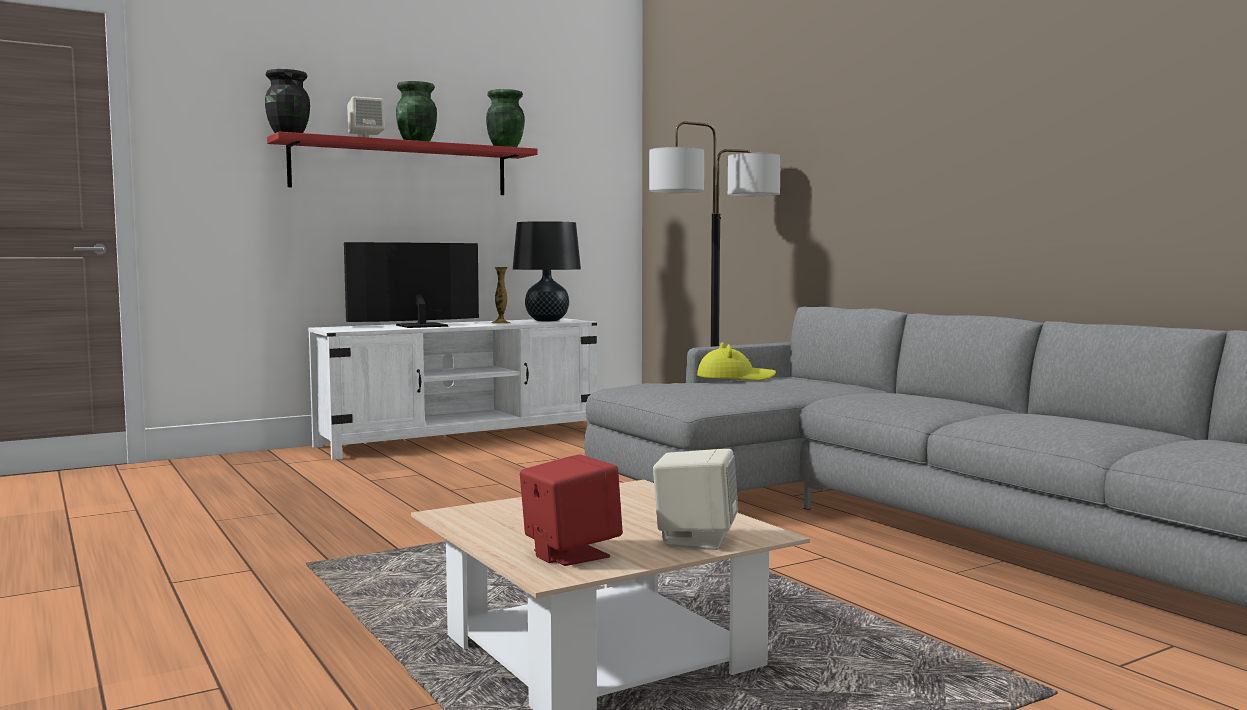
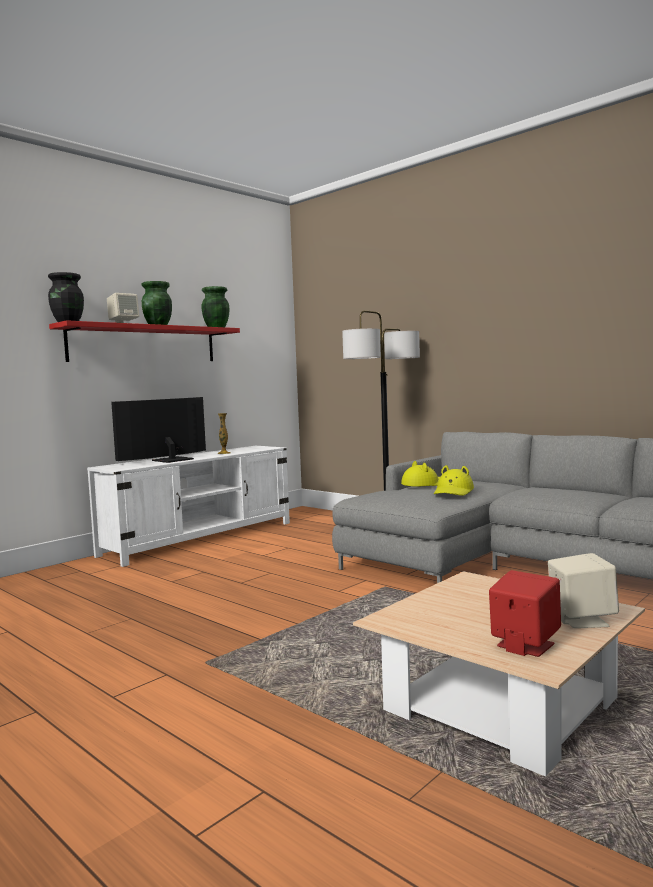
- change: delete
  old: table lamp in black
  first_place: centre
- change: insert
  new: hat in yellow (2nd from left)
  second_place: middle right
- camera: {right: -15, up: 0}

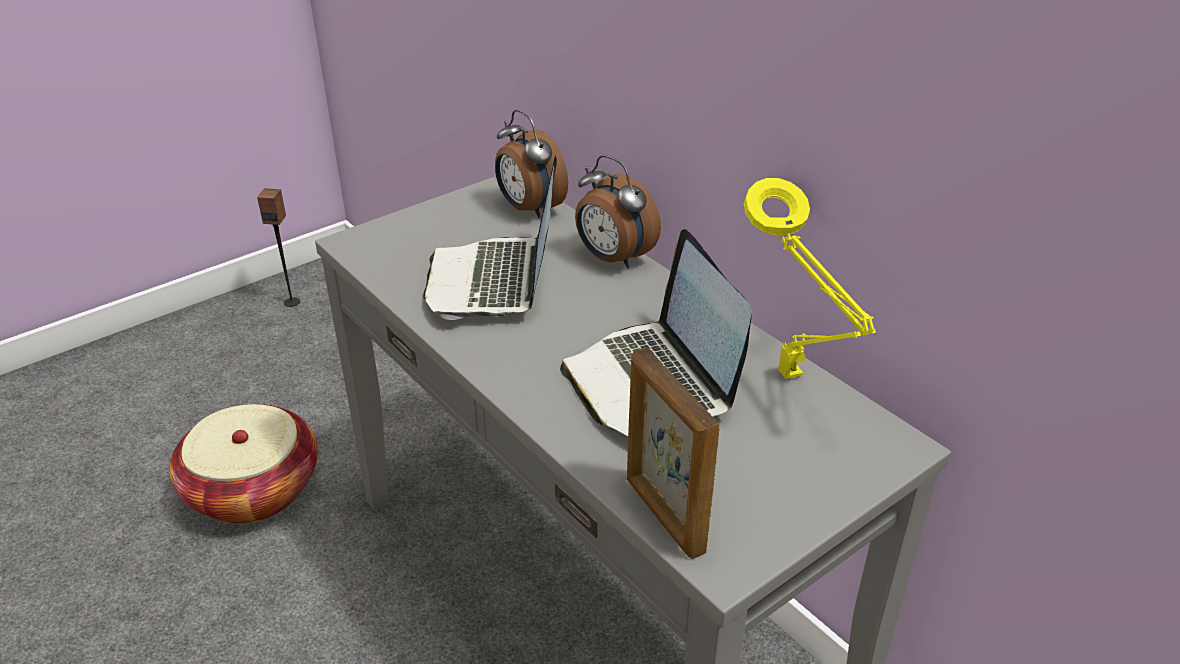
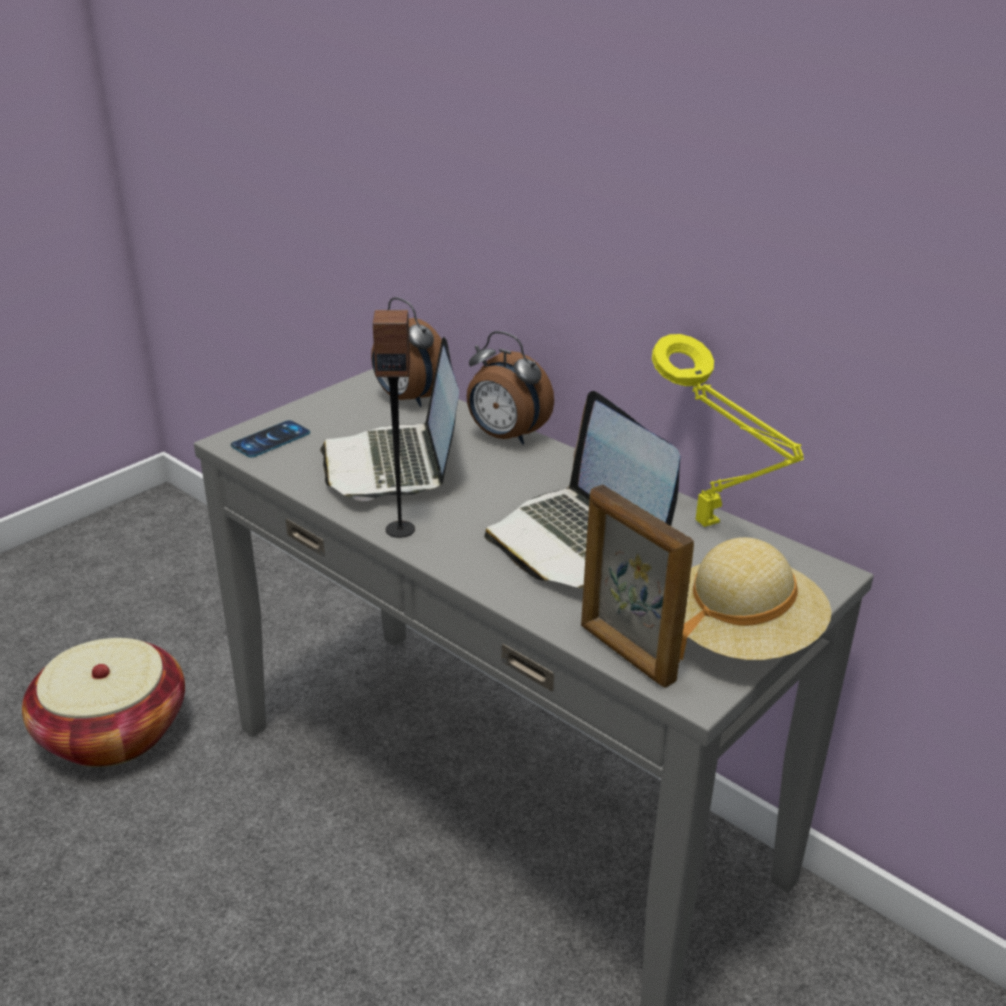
- change: move
  old: speaker
  first_place: middle left
  second_place: centre
- change: insert
  new: phone
  second_place: middle left
- change: insert
  new: hat in beige
  second_place: middle right
- camera: {right: -10, up: -5}

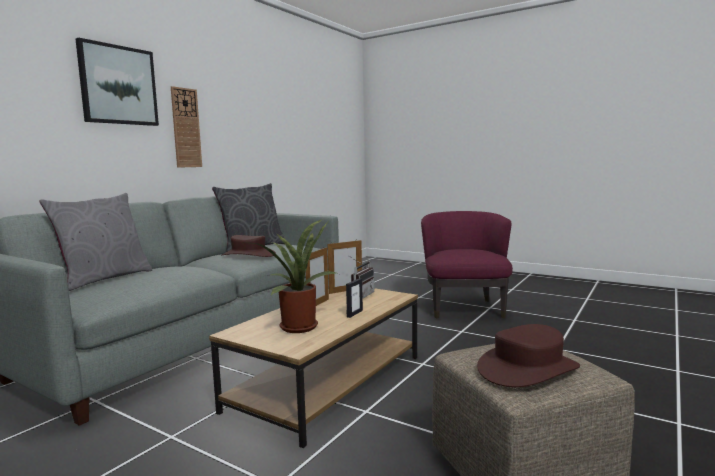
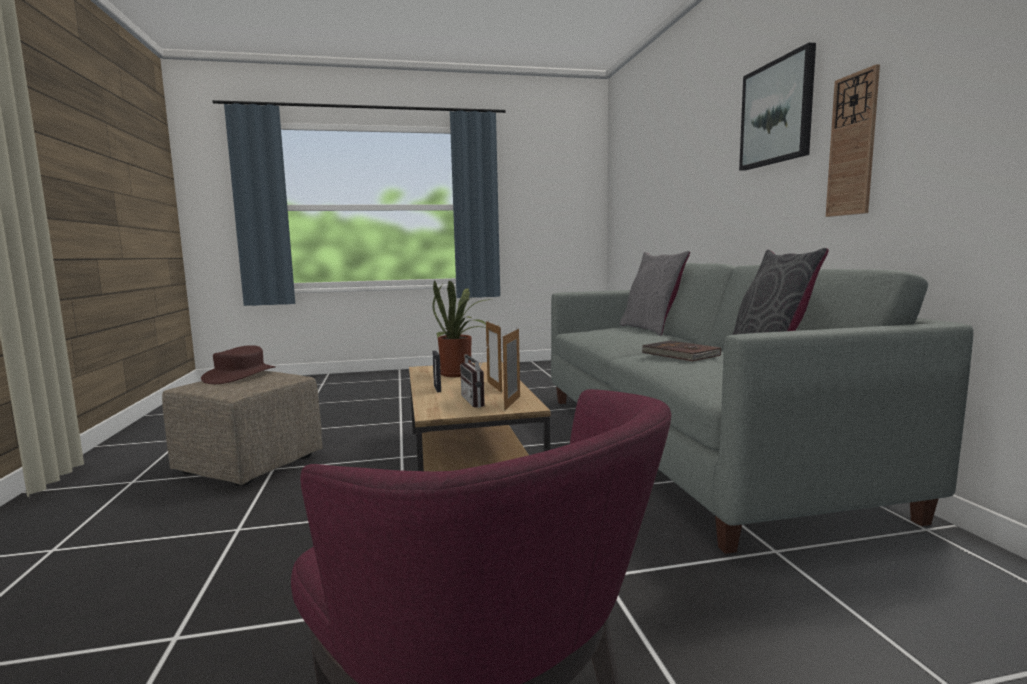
- change: replace
  old: hat in brown (1st from left)
  new: book in brown
  first_place: centre
  second_place: centre
- camera: {right: 135, up: 0}

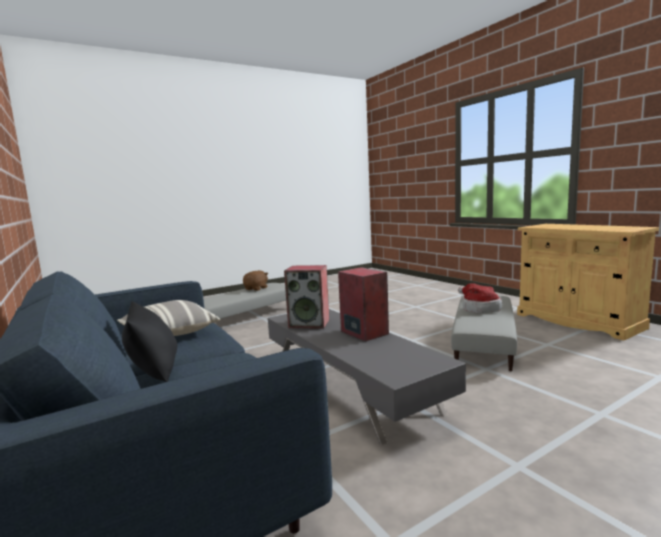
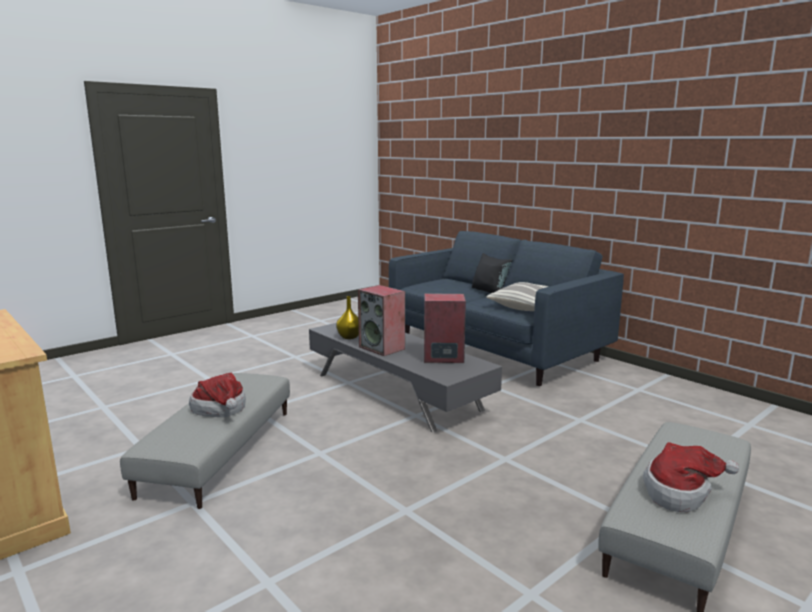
- change: replace
  old: plush toy in brown
  new: hat (2nd from left)
  first_place: centre
  second_place: bottom right
- change: insert
  new: vase in yellow
  second_place: centre
- camera: {right: 170, up: 5}

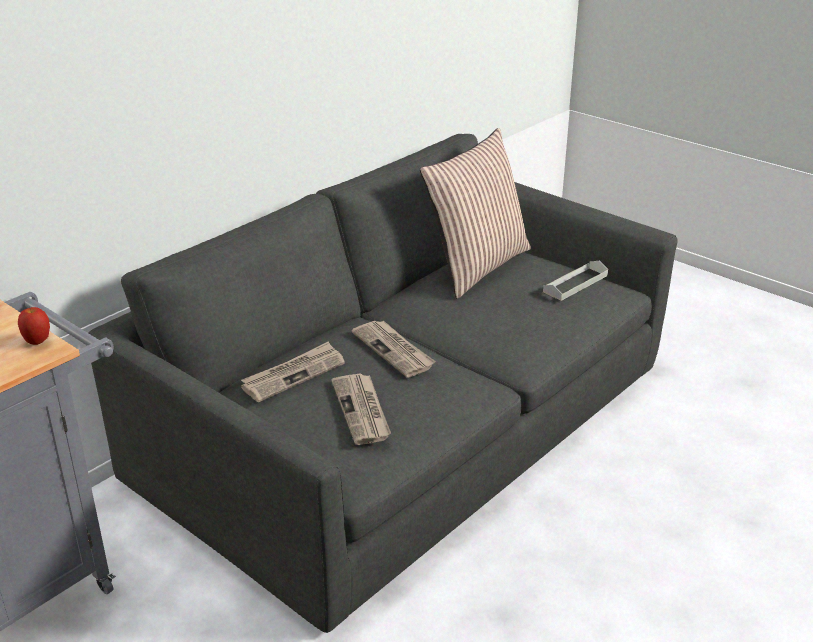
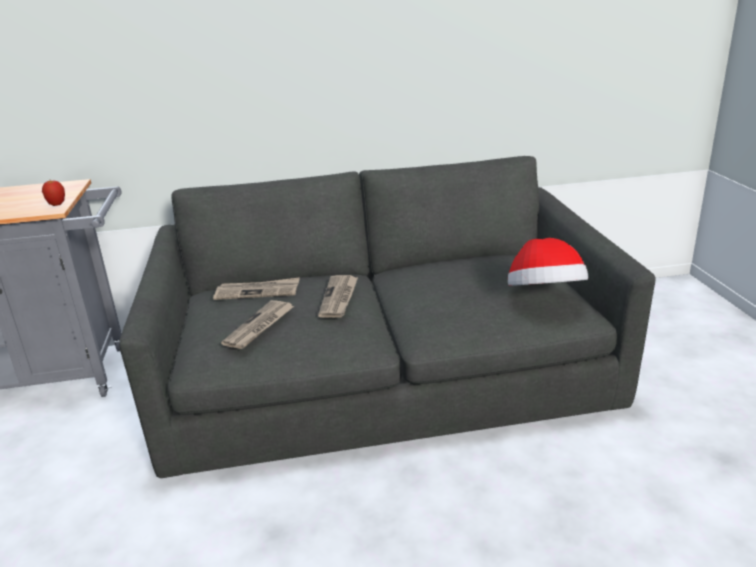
- change: delete
  old: pillow
  first_place: top centre
- change: replace
  old: tray in grey
  new: hat
  first_place: middle right
  second_place: middle right
- camera: {right: 40, up: -5}

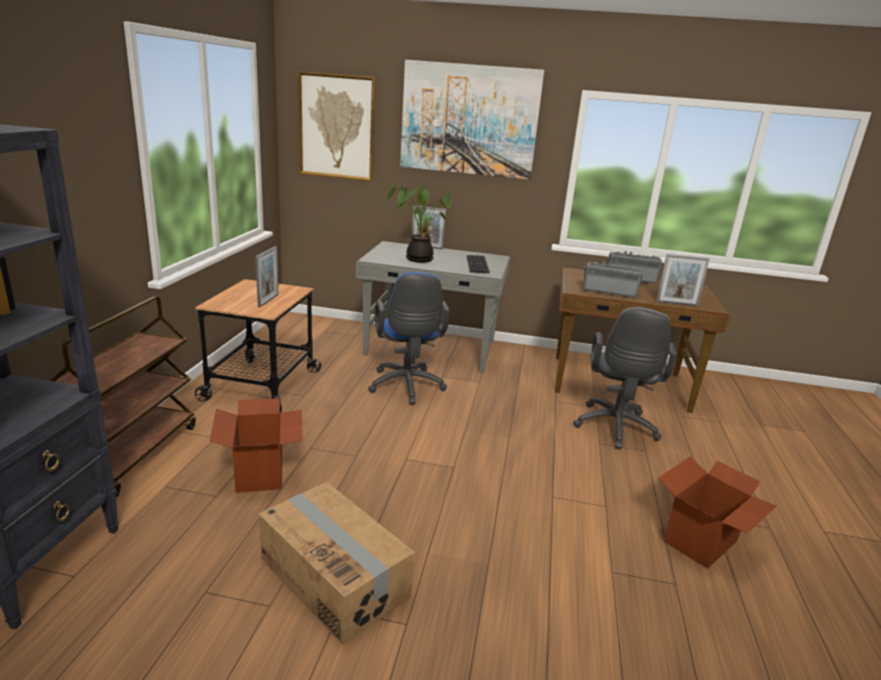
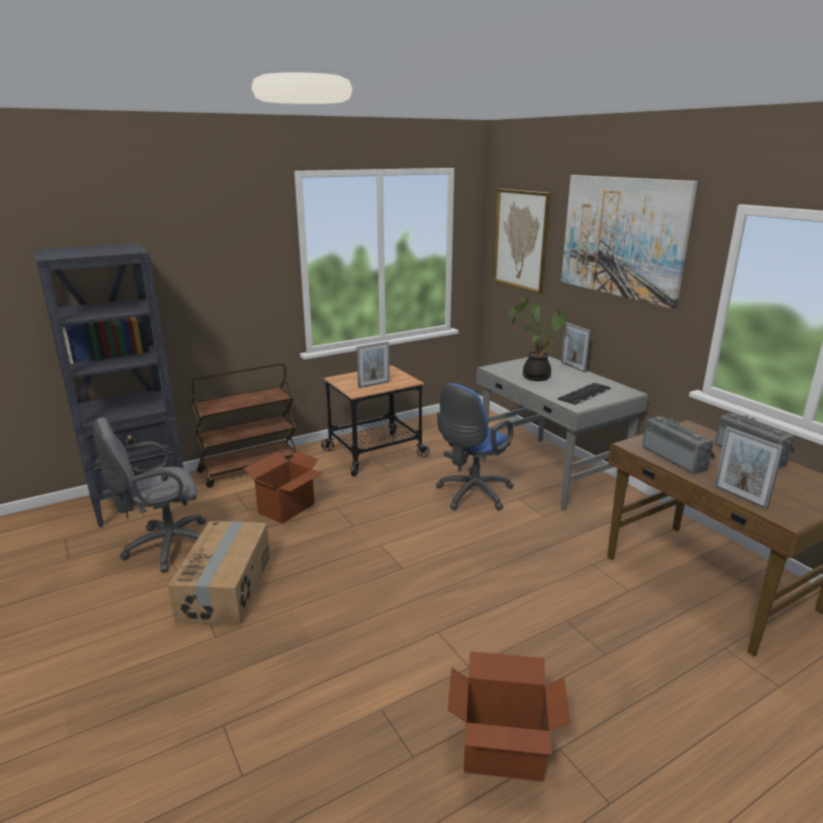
- change: move
  old: office chair in grey
  first_place: middle right
  second_place: middle left
- camera: {right: 50, up: 0}

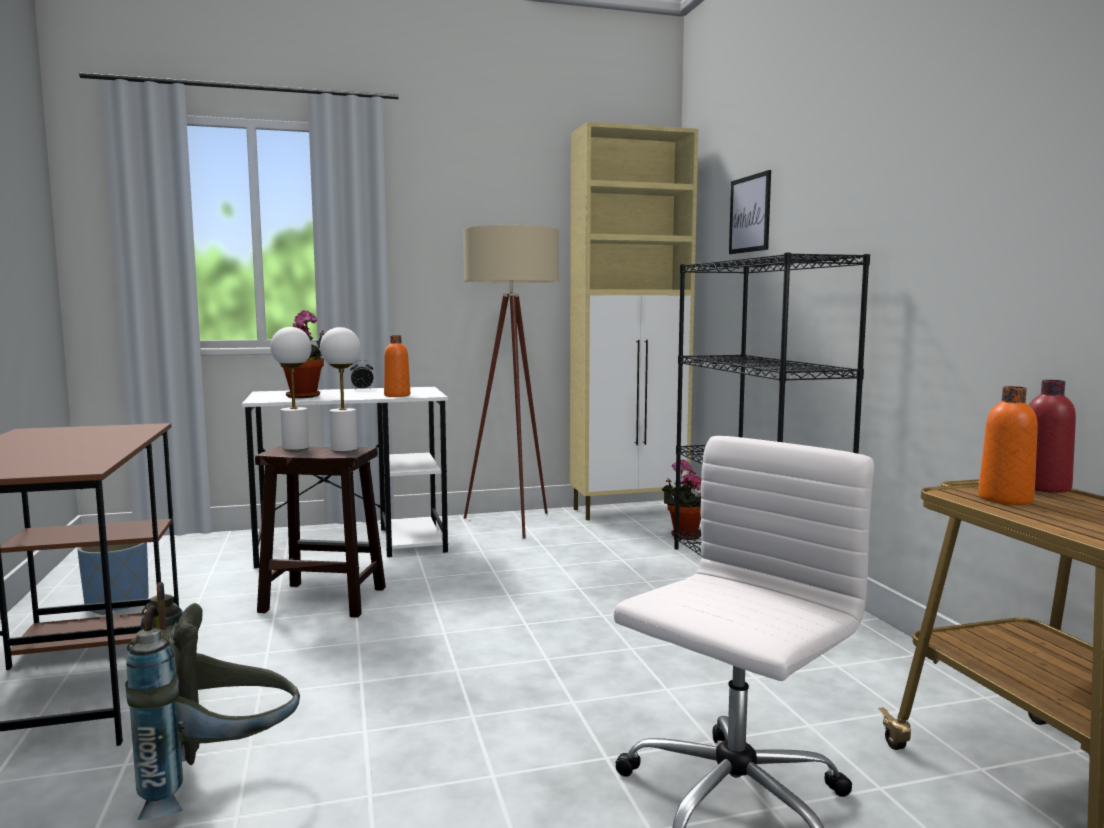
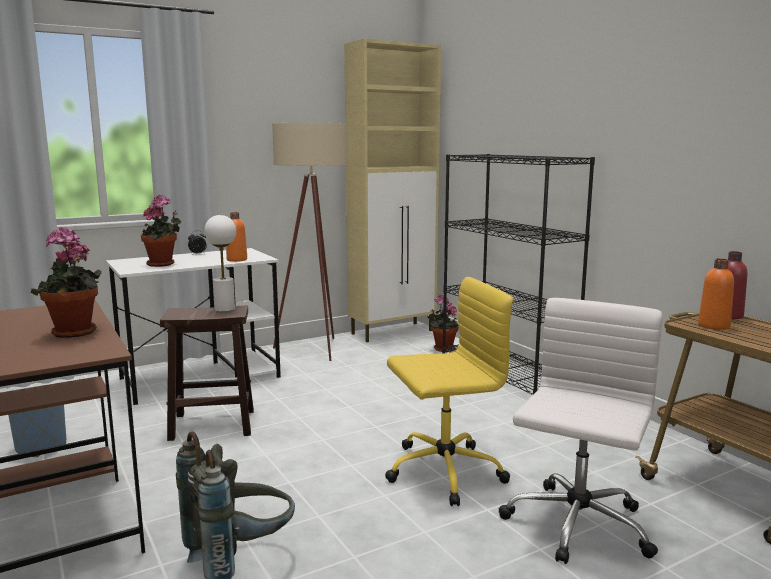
- change: delete
  old: picture
  first_place: top right
- change: delete
  old: table lamp in white (1st from left)
  first_place: middle left
- change: insert
  new: potted plant (1st from left)
  second_place: middle left
- change: insert
  new: office chair in yellow
  second_place: bottom centre
- camera: {right: -15, up: 5}

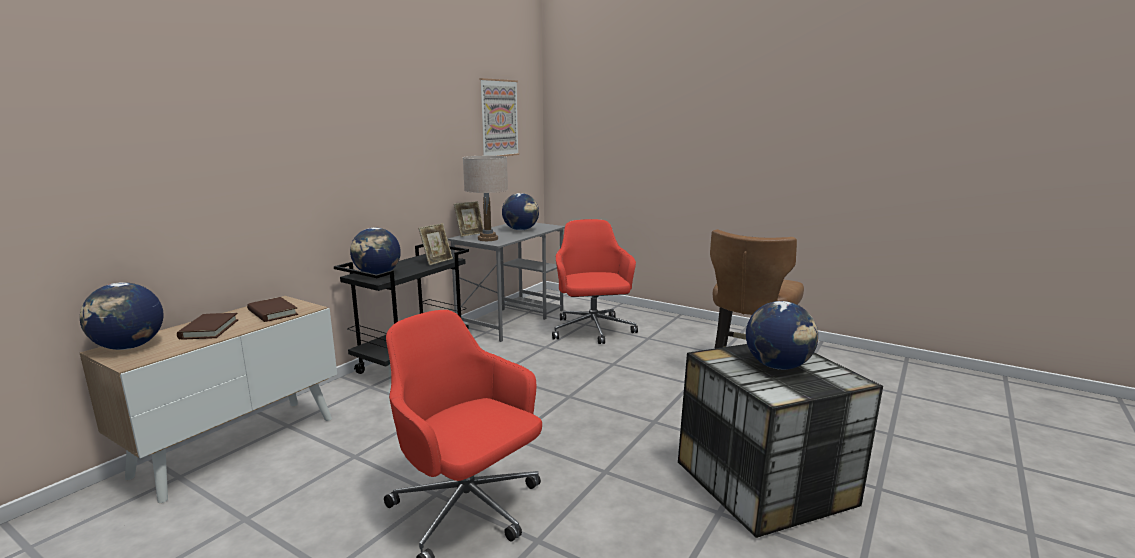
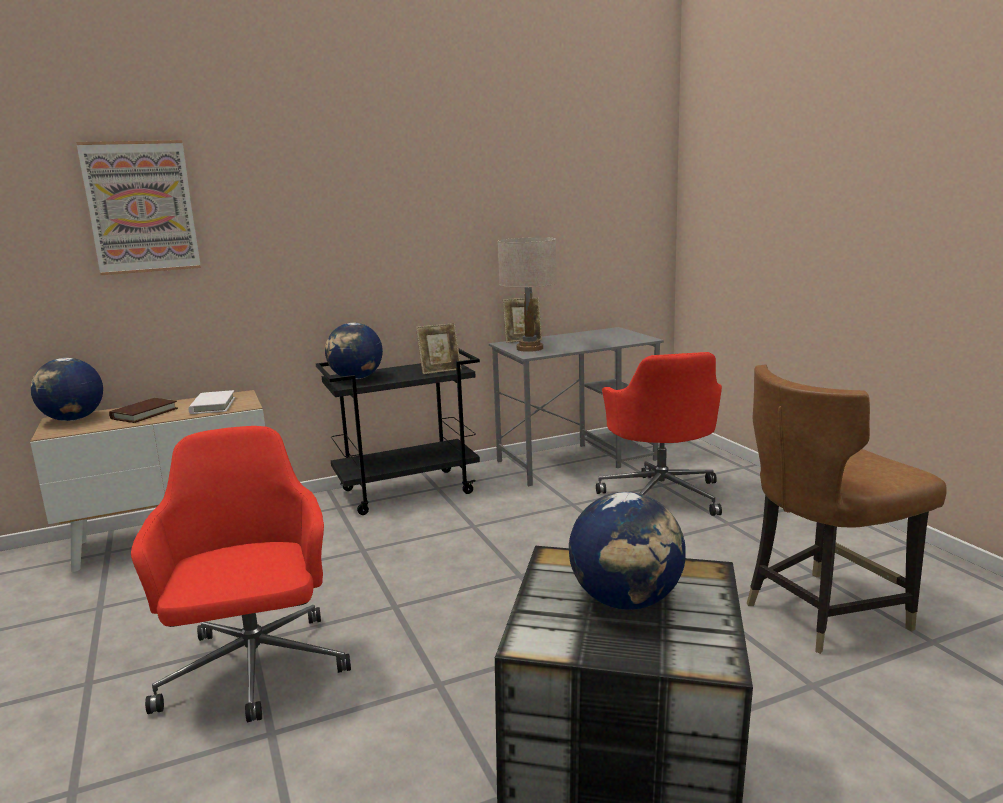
- change: move
  old: picture
  first_place: top centre
  second_place: top left
- change: delete
  old: globe (3rd from left)
  first_place: centre
- change: rotate
  old: office chair in red (2nd from left)
  first_place: centre
  second_place: centre
  degrees: 150
- change: recolor
  old: book in brown (2nd from left)
  new: book in white
  first_place: middle left
  second_place: middle left
- camera: {right: 35, up: 0}

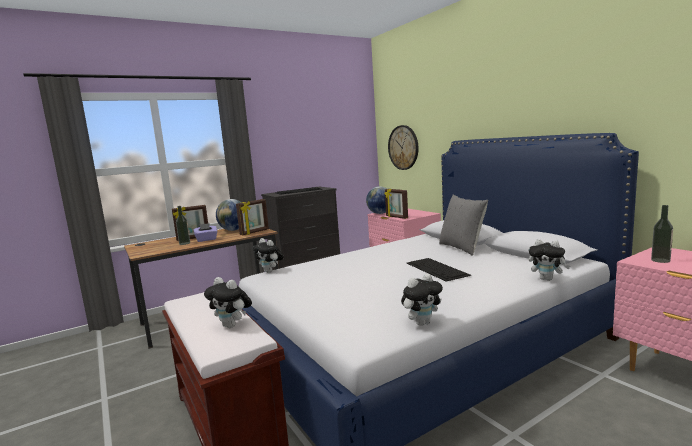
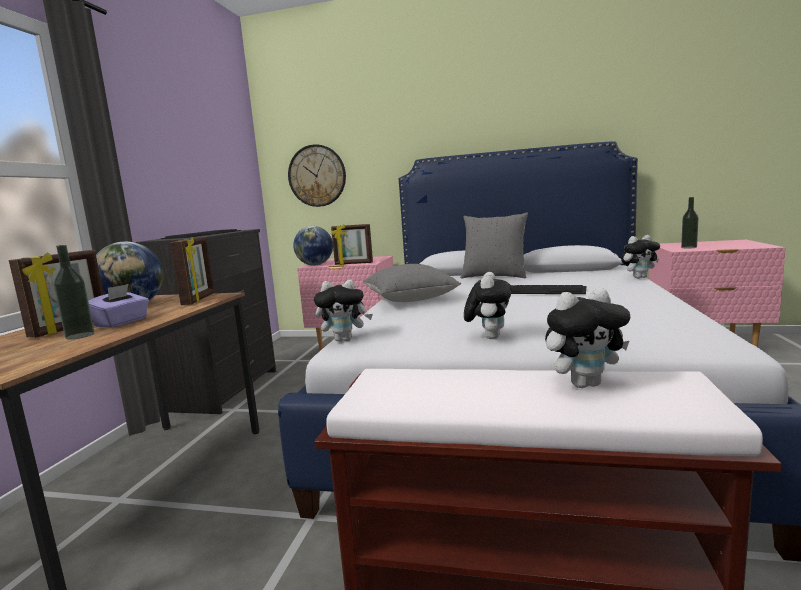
- change: move
  old: plush toy (3rd from left in the first image)
  new: plush toy (2nd from left)
  first_place: bottom centre
  second_place: centre
- change: insert
  new: pillow in grey (1st from left)
  second_place: centre
- camera: {right: -45, up: 0}

